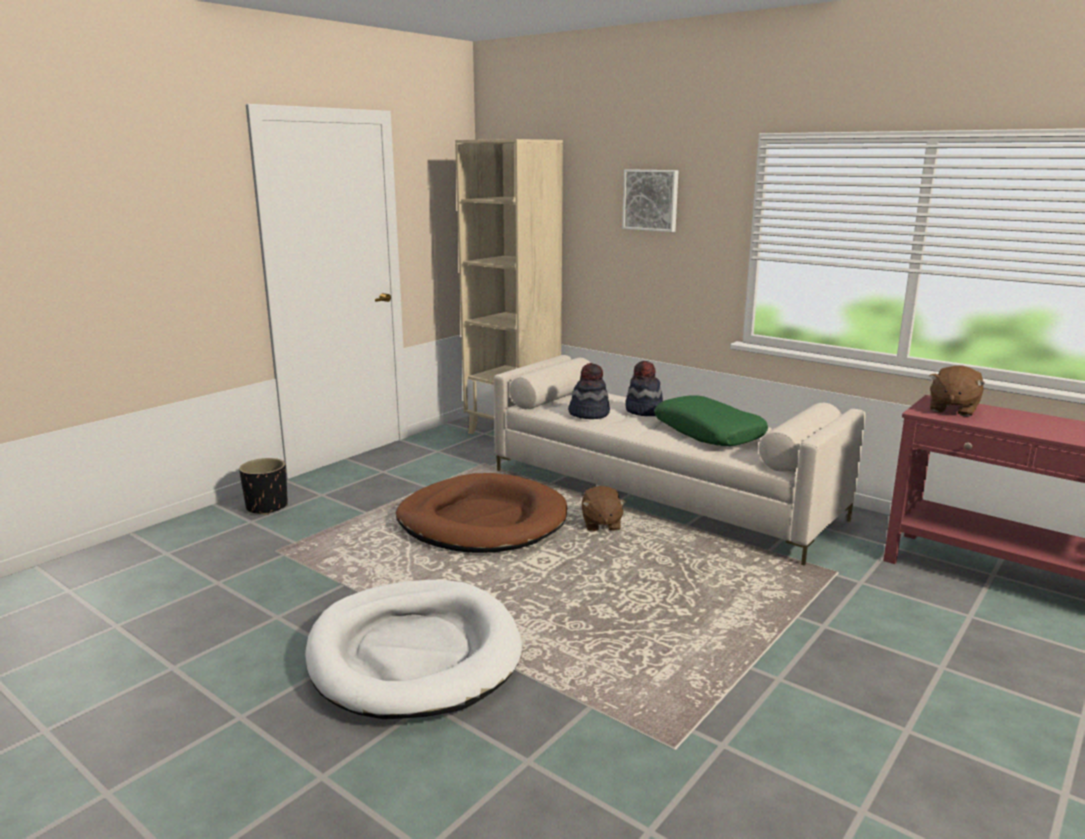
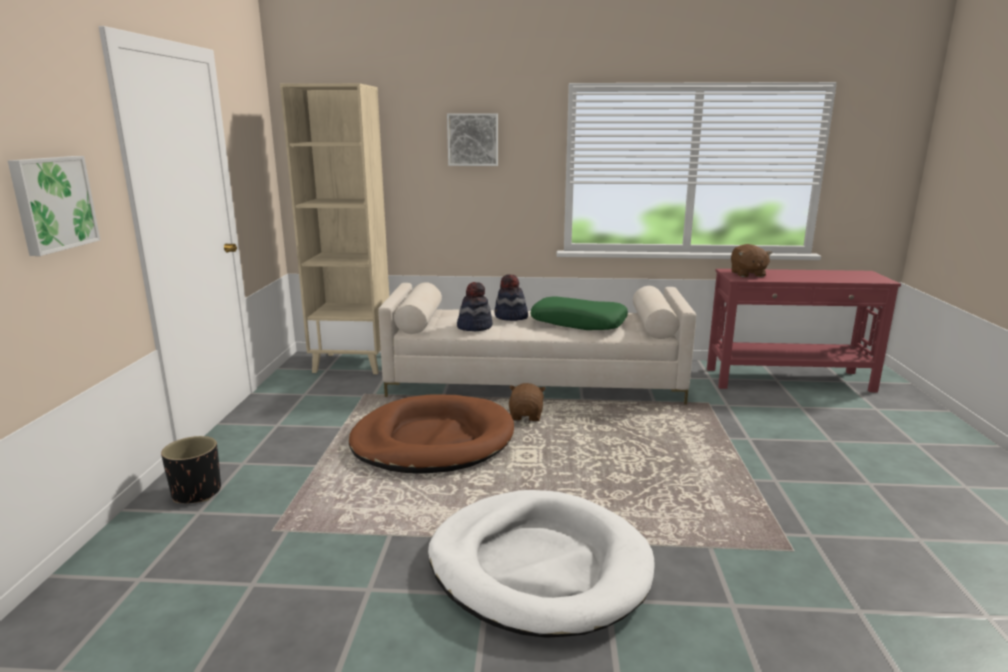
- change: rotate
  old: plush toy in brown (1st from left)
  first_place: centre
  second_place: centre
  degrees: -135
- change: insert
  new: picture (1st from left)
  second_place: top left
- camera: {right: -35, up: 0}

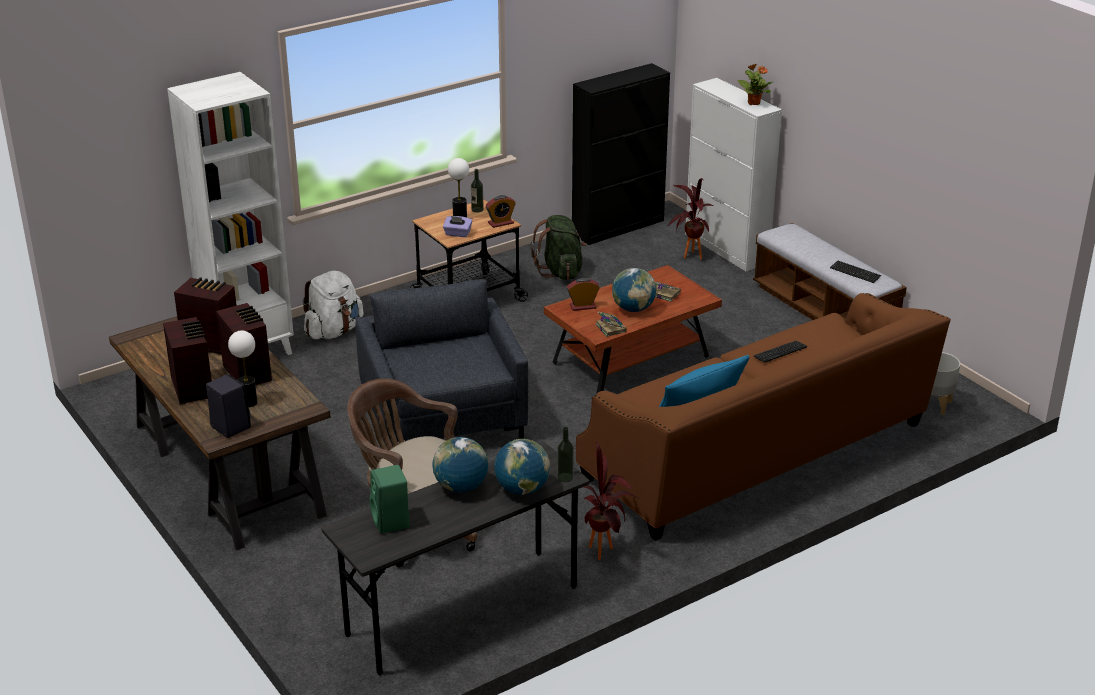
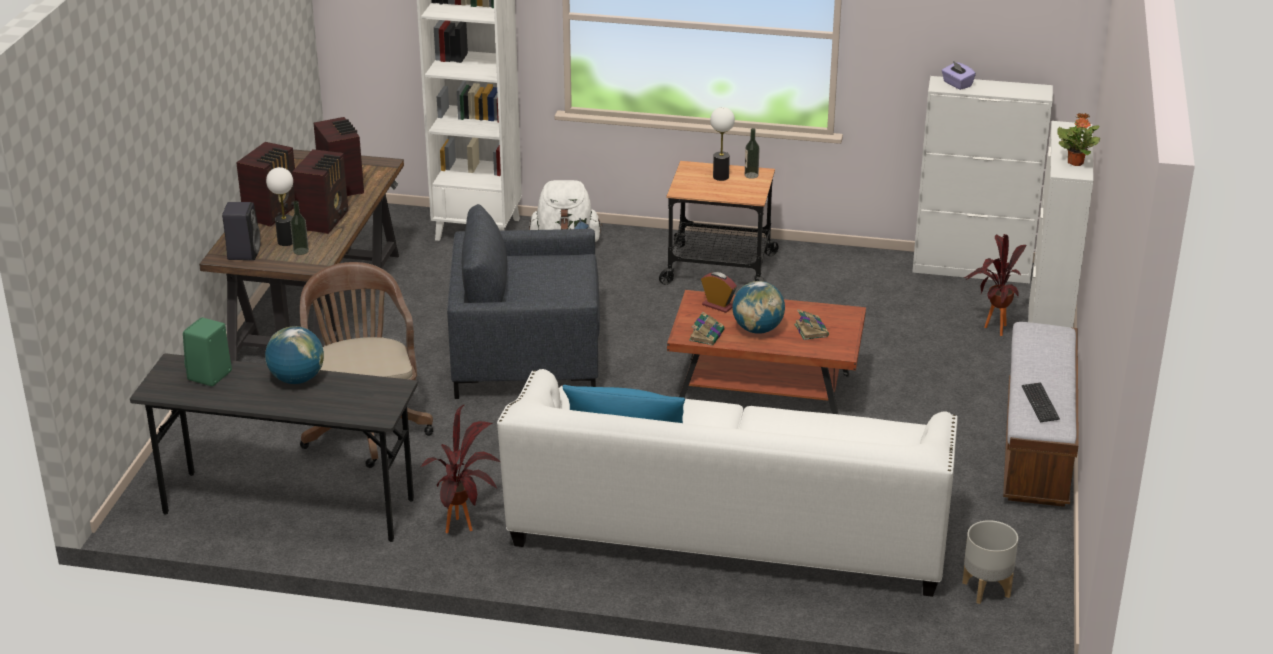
- change: recolor
  old: cabinet in black
  new: cabinet in white (1st from left)
  first_place: top centre
  second_place: top right
- change: delete
  old: alarm clock (1st from left)
  first_place: top centre
- change: delete
  old: backpack in green
  first_place: centre
- change: move
  old: tissue box in purple
  first_place: top centre
  second_place: top right
- change: rotate
  old: armchair in grey
  first_place: centre
  second_place: centre
  degrees: -120
- change: recolor
  old: sofa in brown
  new: sofa in white
  first_place: middle right
  second_place: bottom centre
- change: delete
  old: keyboard (1st from left)
  first_place: middle right
- change: move
  old: bottle (2nd from left in the first image)
  new: bottle (1st from left)
  first_place: centre
  second_place: middle left
- change: delete
  old: globe (2nd from left)
  first_place: bottom centre
- camera: {right: 45, up: 0}

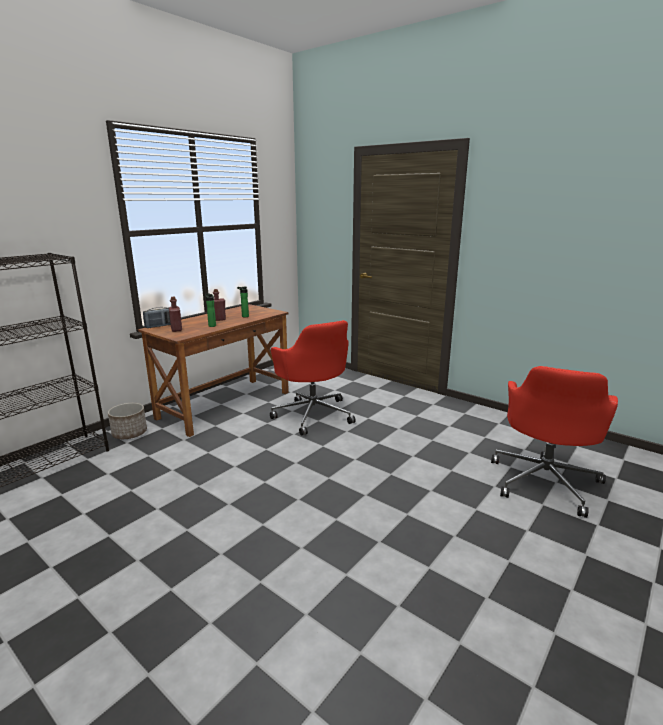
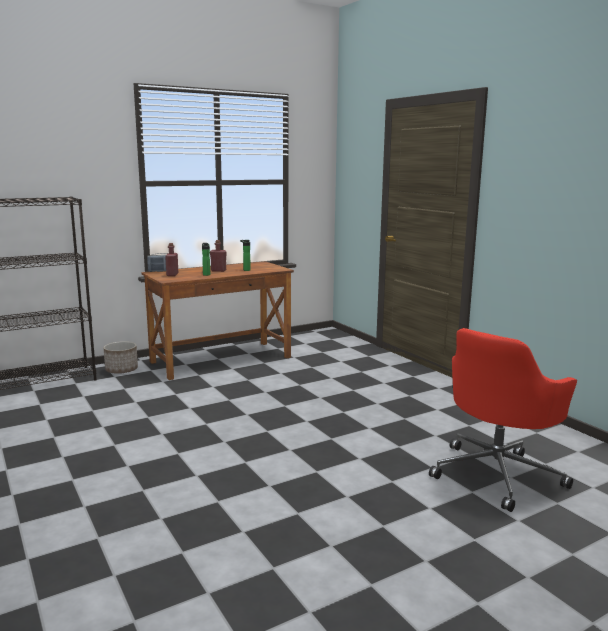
- change: delete
  old: office chair in red (1st from left)
  first_place: centre
- camera: {right: 20, up: -5}

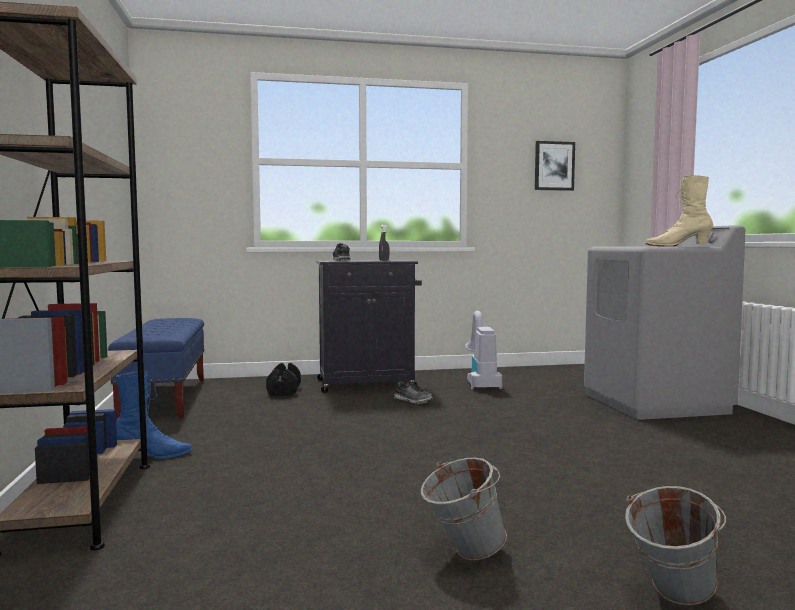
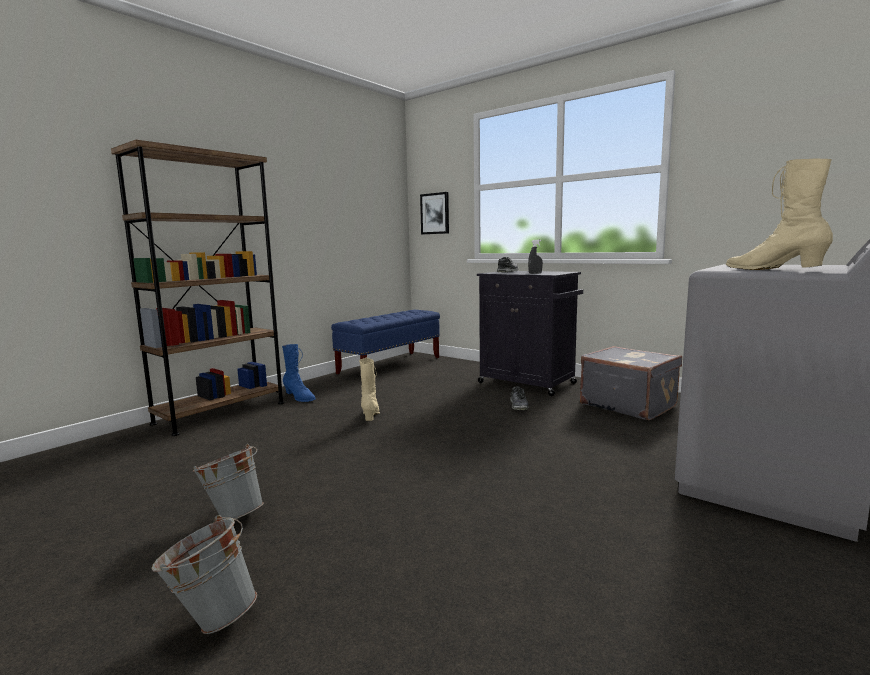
- change: move
  old: picture
  first_place: top right
  second_place: top centre
- change: replace
  old: vacuum cleaner
  new: suitcase in grey
  first_place: centre
  second_place: middle right
- change: delete
  old: dumbbell in black
  first_place: centre
- change: insert
  new: boot in beige (1st from left)
  second_place: centre
- camera: {right: 50, up: 5}

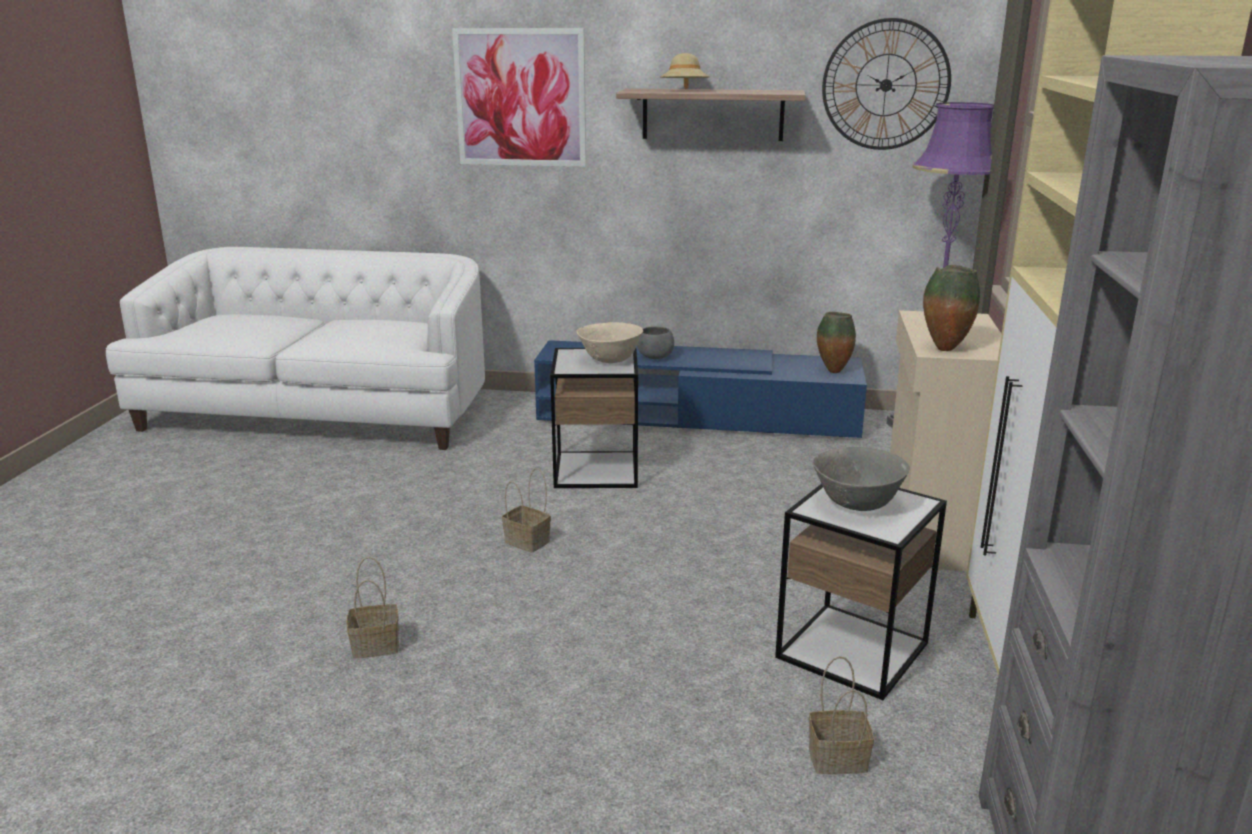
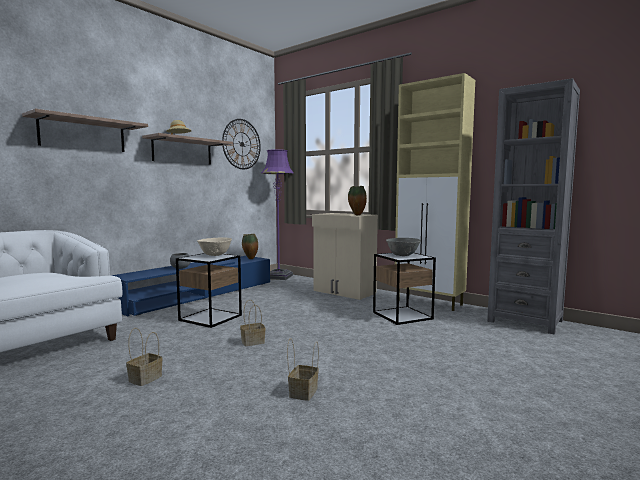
- change: replace
  old: picture
  new: shelf (1st from left)
  first_place: top centre
  second_place: top left
- change: move
  old: basket (3rd from left in the first image)
  new: basket (1st from left)
  first_place: bottom right
  second_place: bottom left
- camera: {right: -60, up: -15}

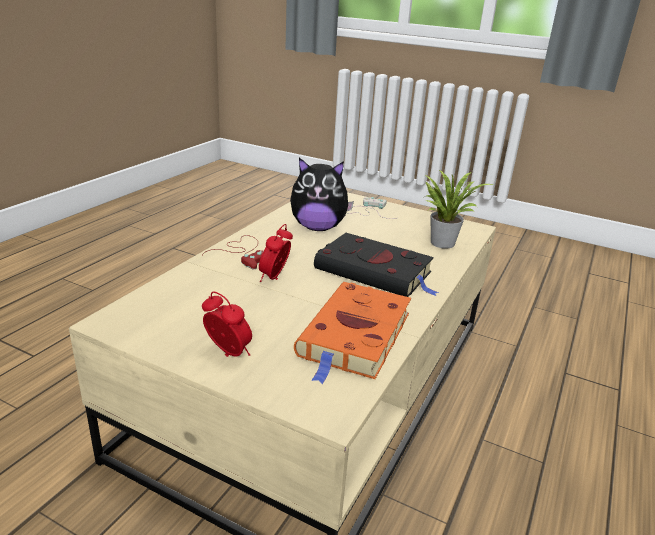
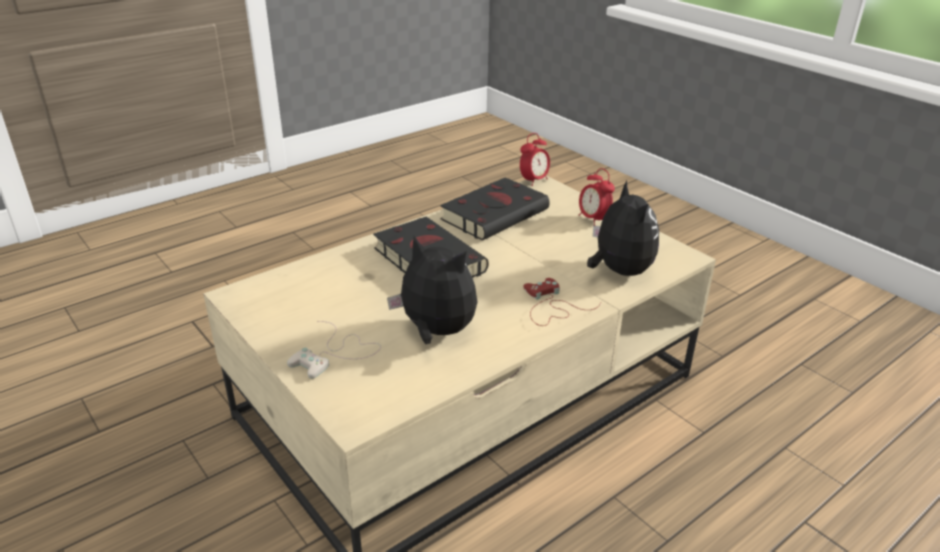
- change: delete
  old: potted plant
  first_place: middle right
- change: move
  old: alarm clock (2nd from left in the first image)
  new: alarm clock (1st from left)
  first_place: centre
  second_place: top centre
- change: recolor
  old: book in orange
  new: book in black (2nd from left)
  first_place: centre
  second_place: centre
- change: insert
  new: plush toy (2nd from left)
  second_place: centre
- camera: {right: -155, up: 5}

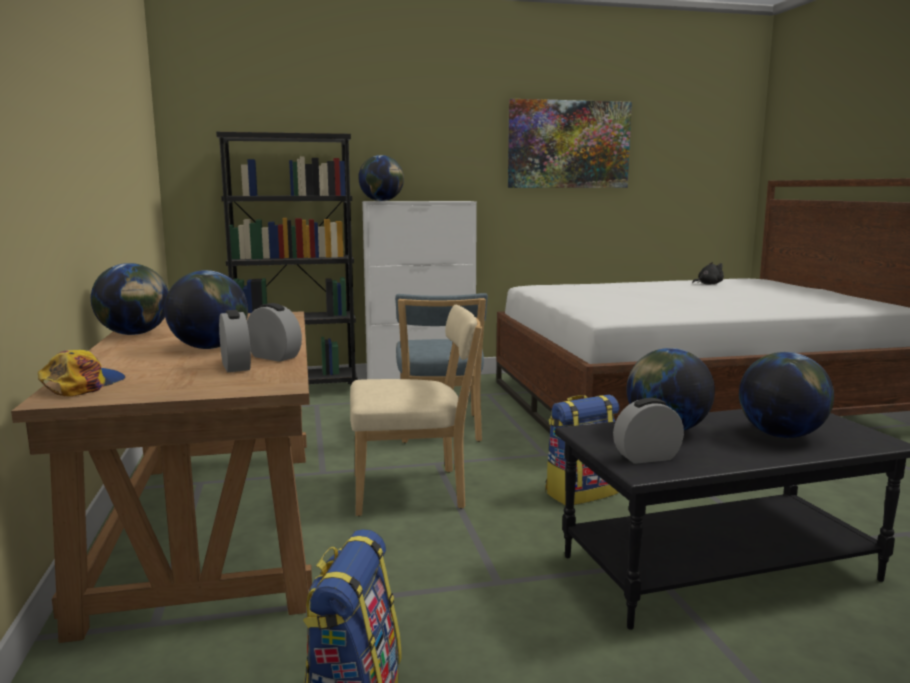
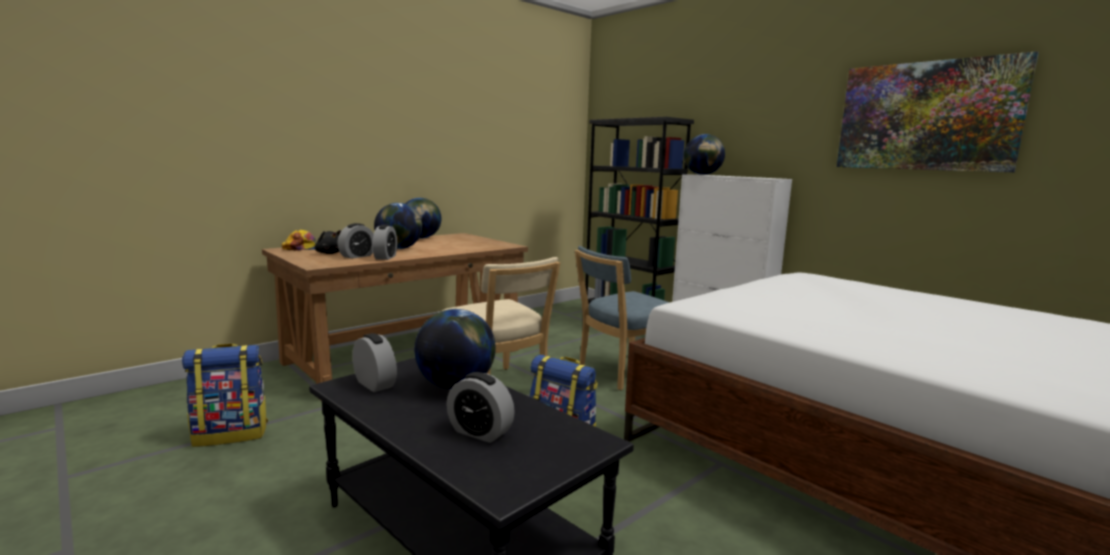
- change: move
  old: plush toy in black
  first_place: middle right
  second_place: middle left
- change: replace
  old: globe (5th from left)
  new: alarm clock (4th from left)
  first_place: middle right
  second_place: bottom centre
- camera: {right: 60, up: 0}

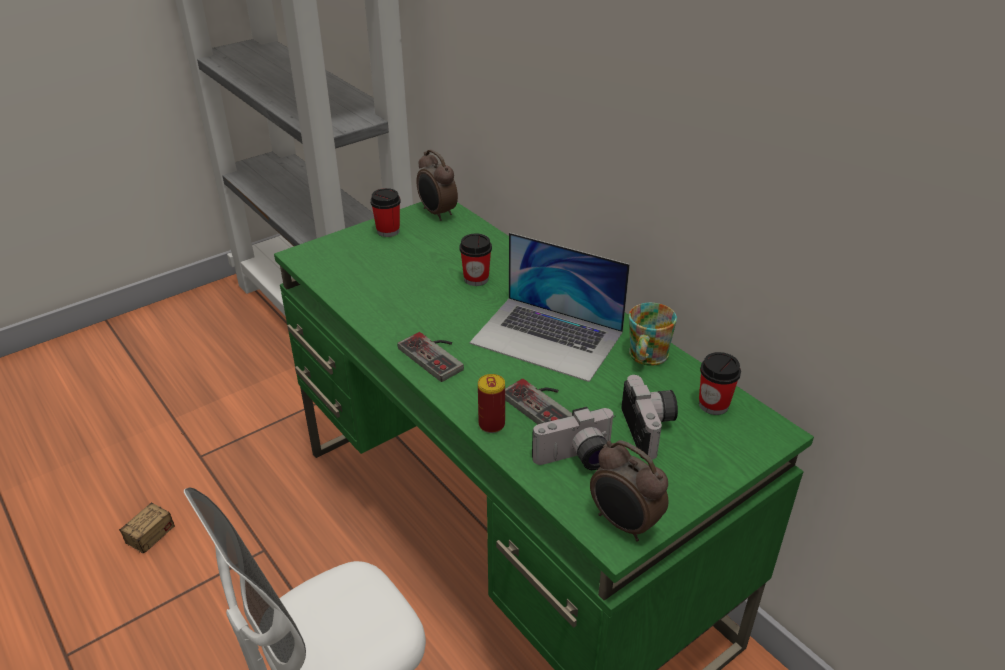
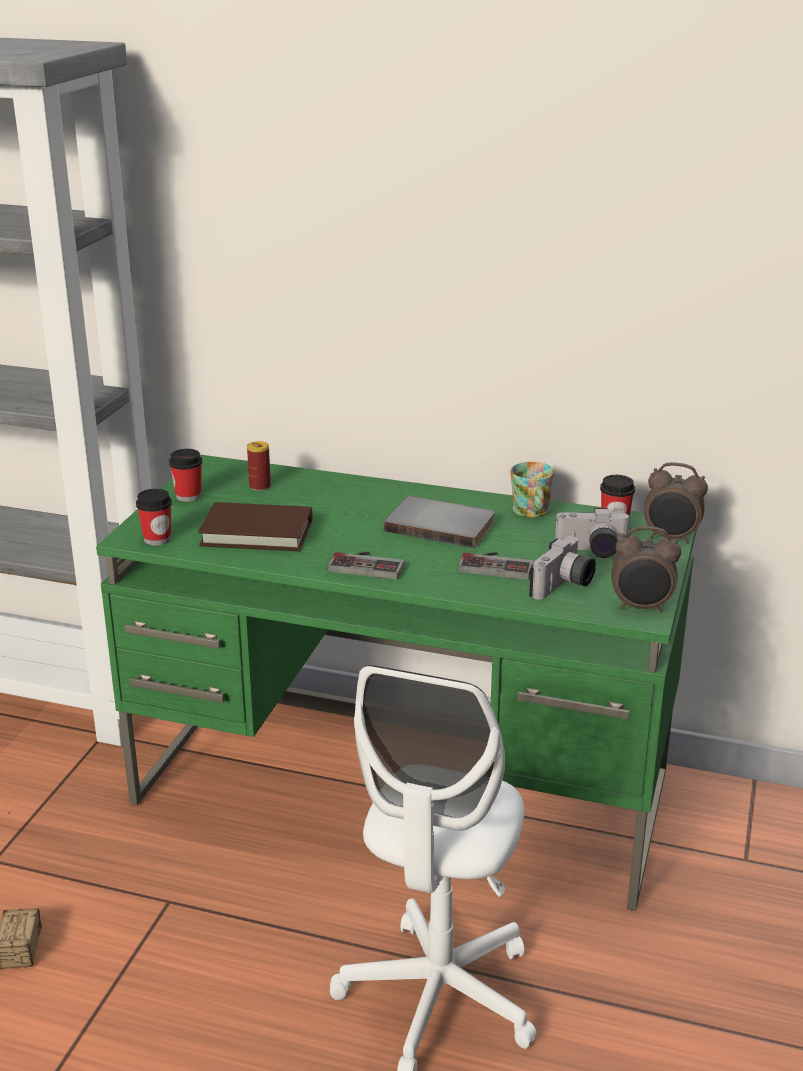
- change: move
  old: alarm clock (1st from left in the first image)
  new: alarm clock (2nd from left)
  first_place: top centre
  second_place: middle right
- change: replace
  old: laptop
  new: book in grey
  first_place: centre
  second_place: centre
- change: move
  old: cup (2nd from left in the first image)
  new: cup (1st from left)
  first_place: centre
  second_place: middle left
- change: move
  old: can
  first_place: centre
  second_place: middle left
- change: rotate
  old: photo camera (2nd from left)
  first_place: centre
  second_place: middle right
  degrees: 135
- change: insert
  new: book in brown
  second_place: middle left
- camera: {right: -35, up: -10}

